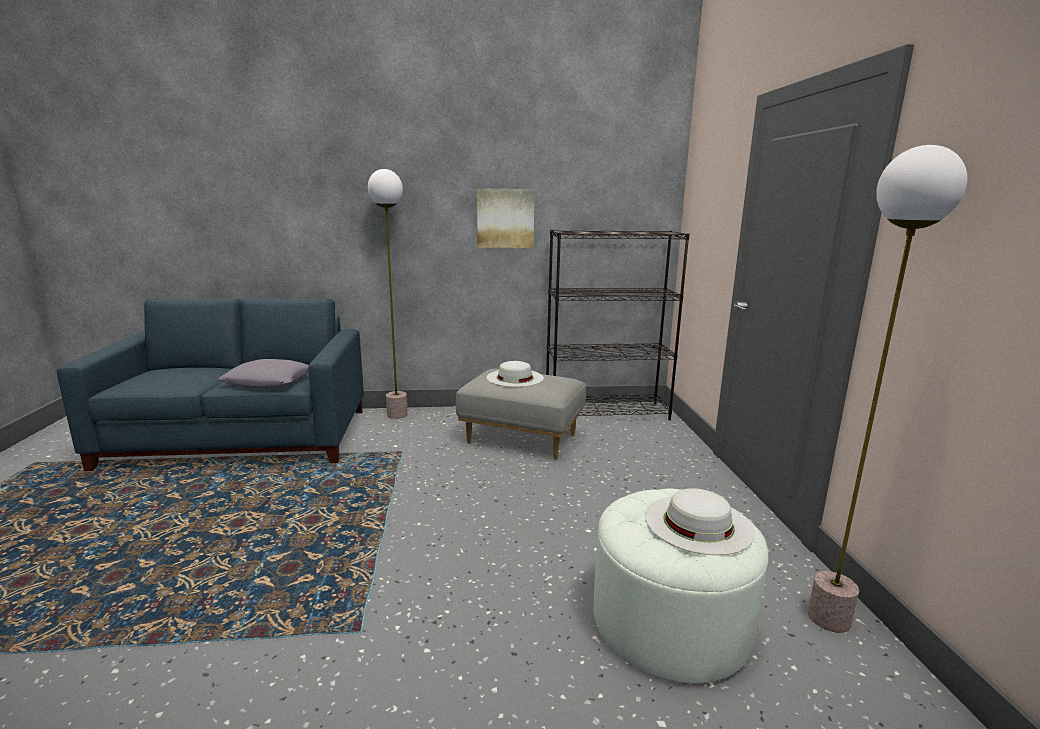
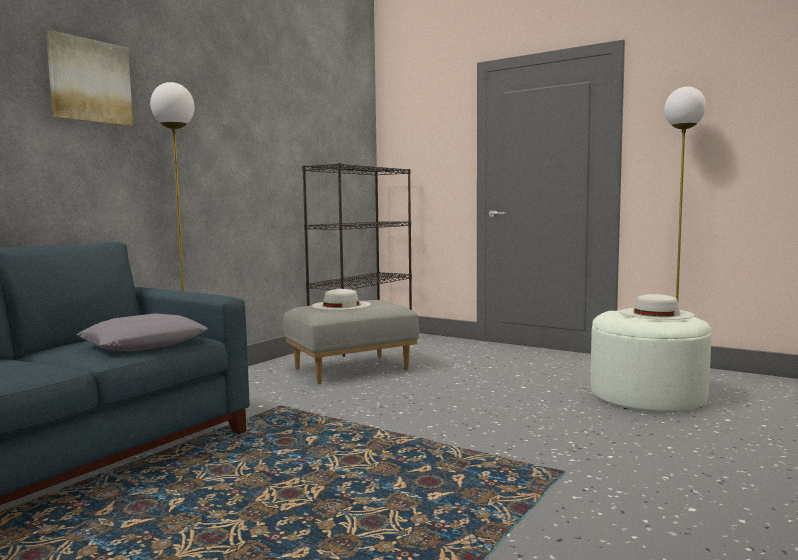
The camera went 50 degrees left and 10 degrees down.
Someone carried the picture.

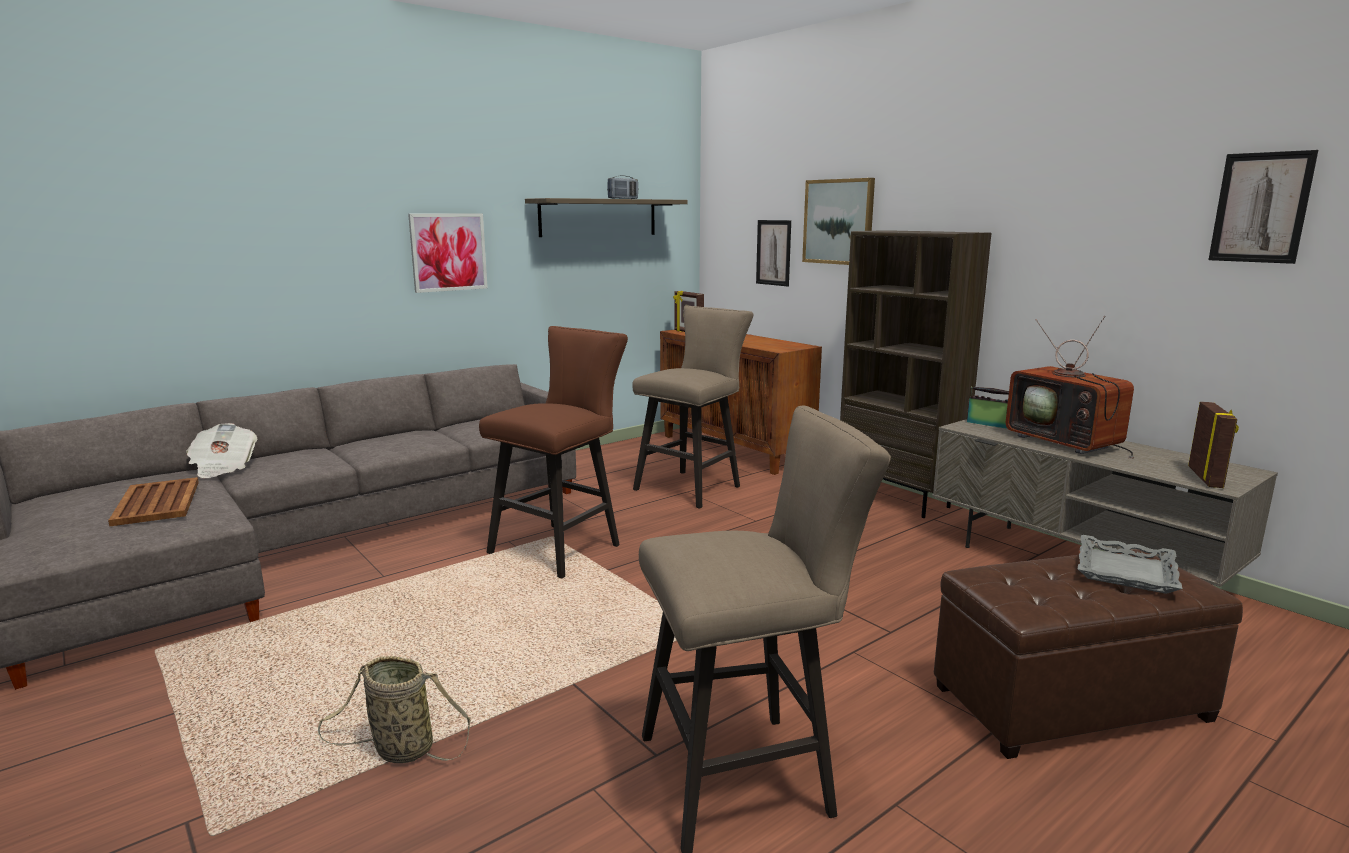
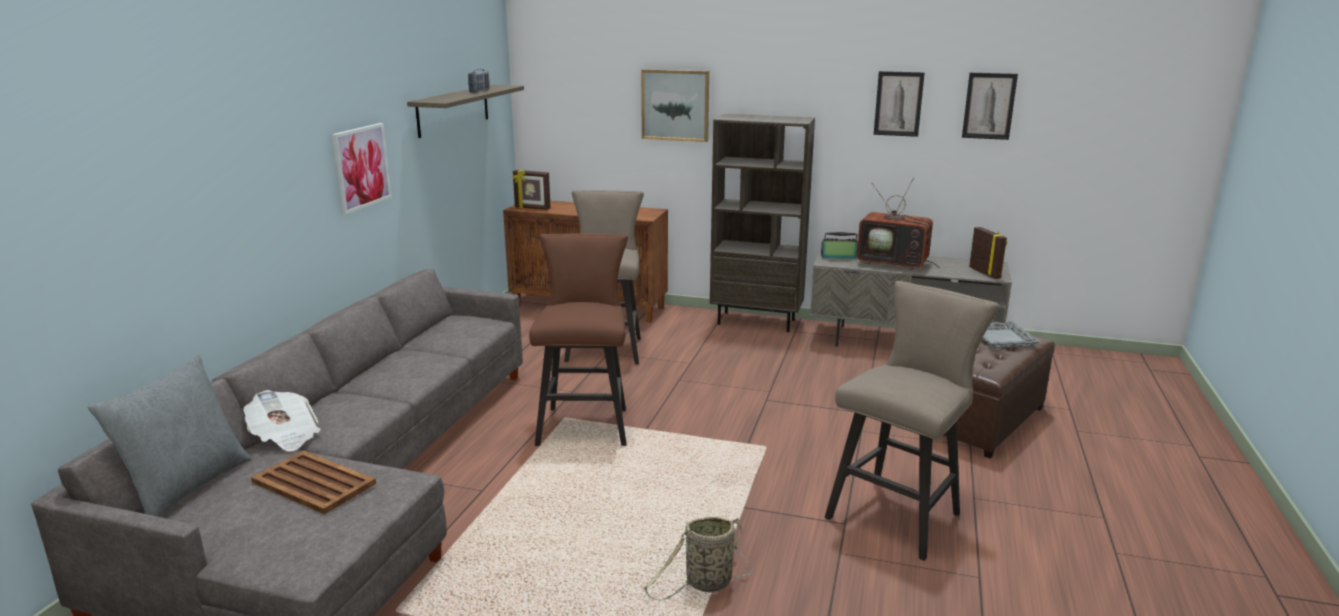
The camera went 35 degrees left and 5 degrees up.
Someone put down the grey_pillow.
Someone carried the picture (no. 2 from left in the first image).

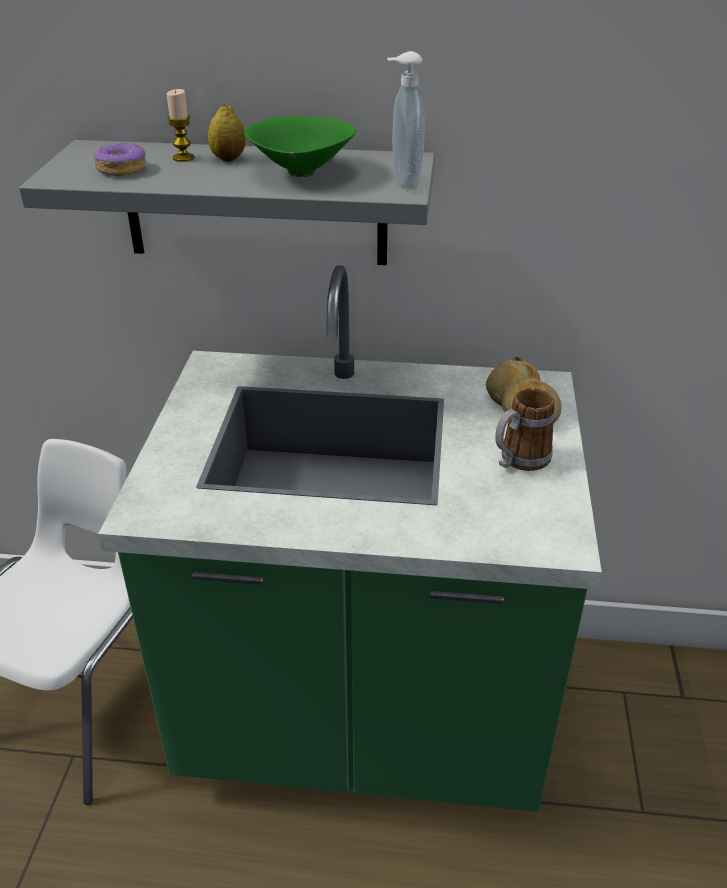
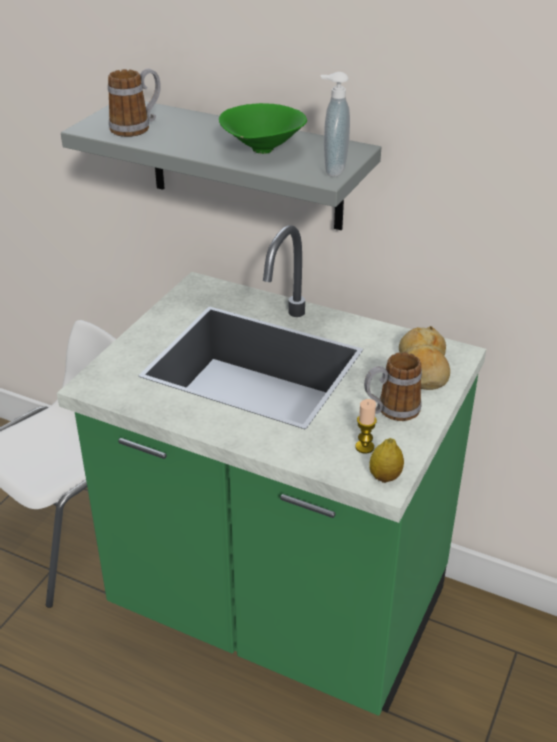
The camera went 20 degrees right and 0 degrees up.
Someone swapped the donut for the mug (no. 1 from left).
Someone carried the candle.
Someone carried the lemon.

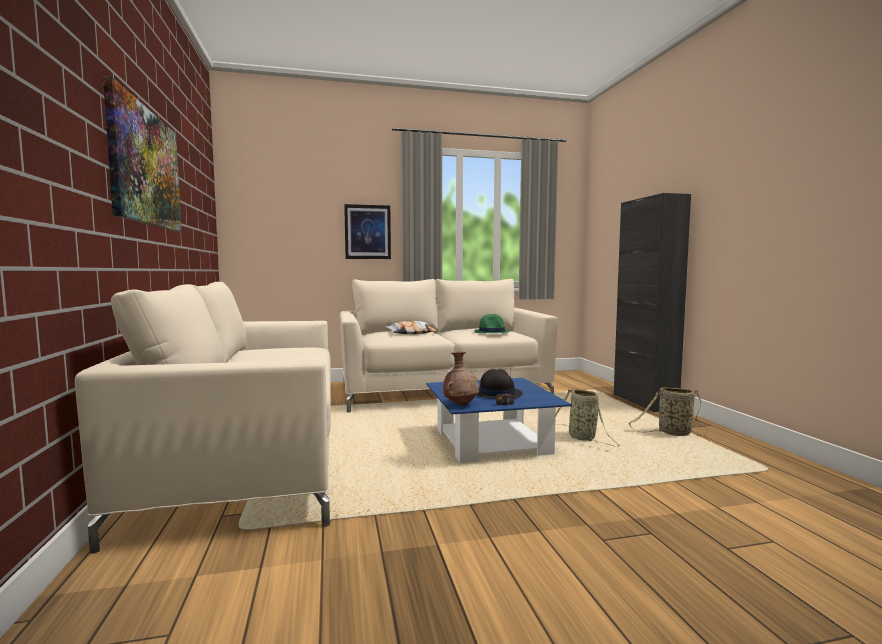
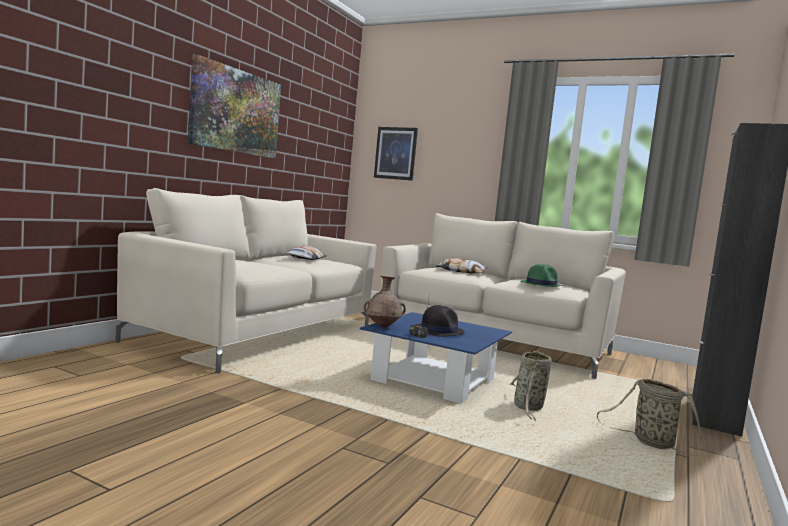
The camera went 40 degrees right and 0 degrees up.
Someone put down the pillow (no. 1 from left).
Someone carried the picture (no. 2 from left).

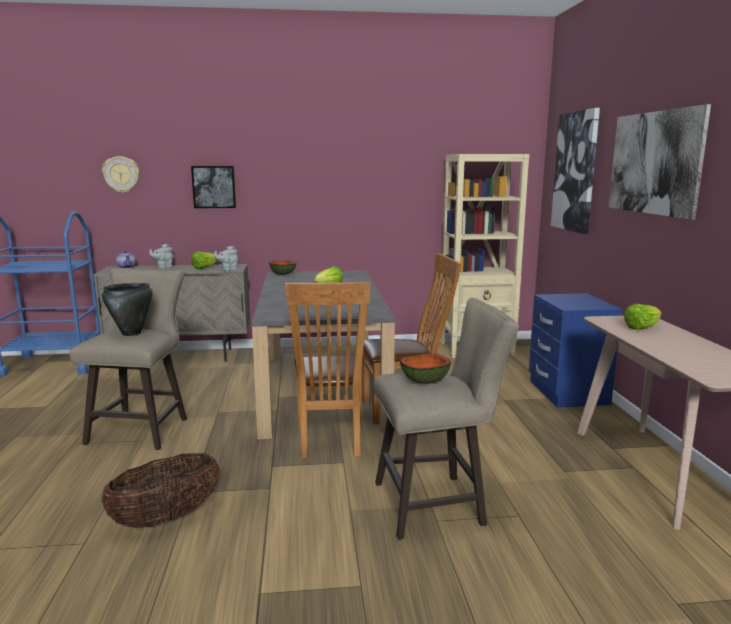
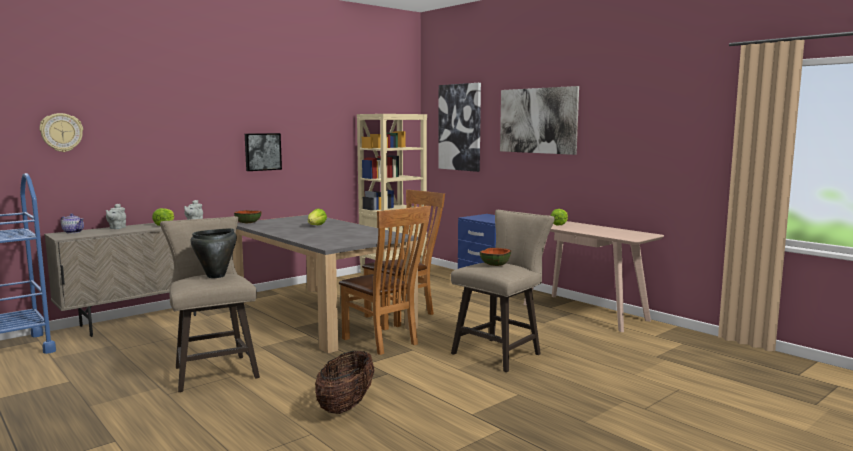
The camera went 35 degrees left and 5 degrees down.
Someone carried the picture (no. 1 from left).

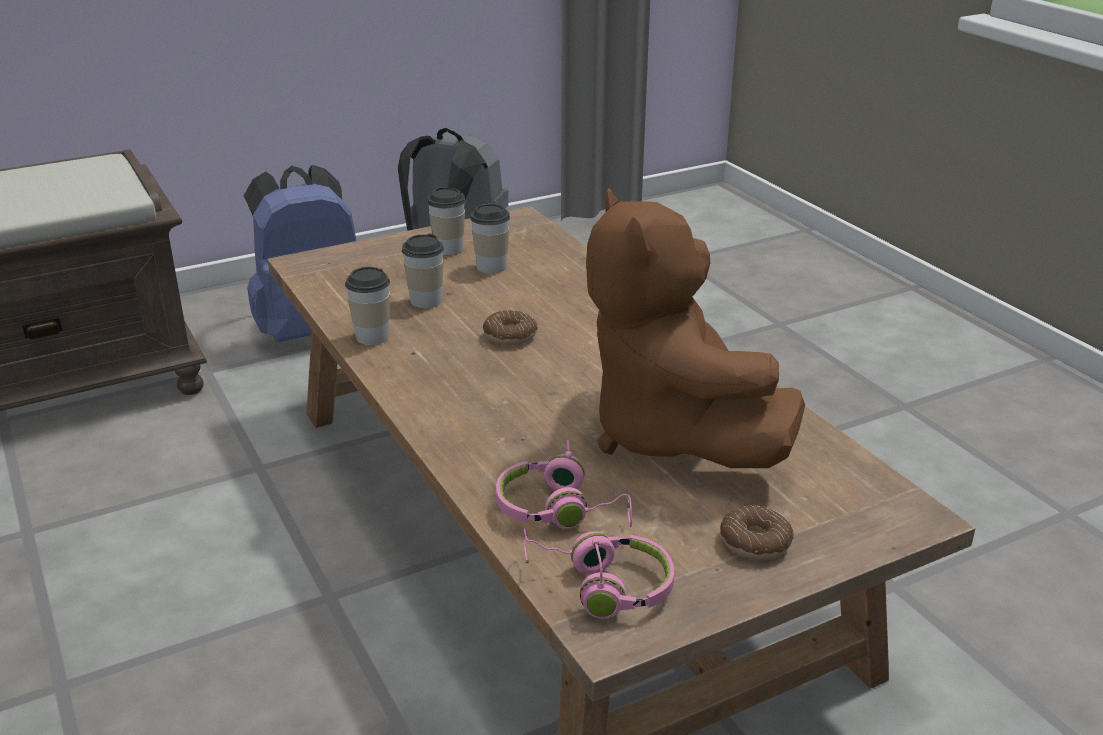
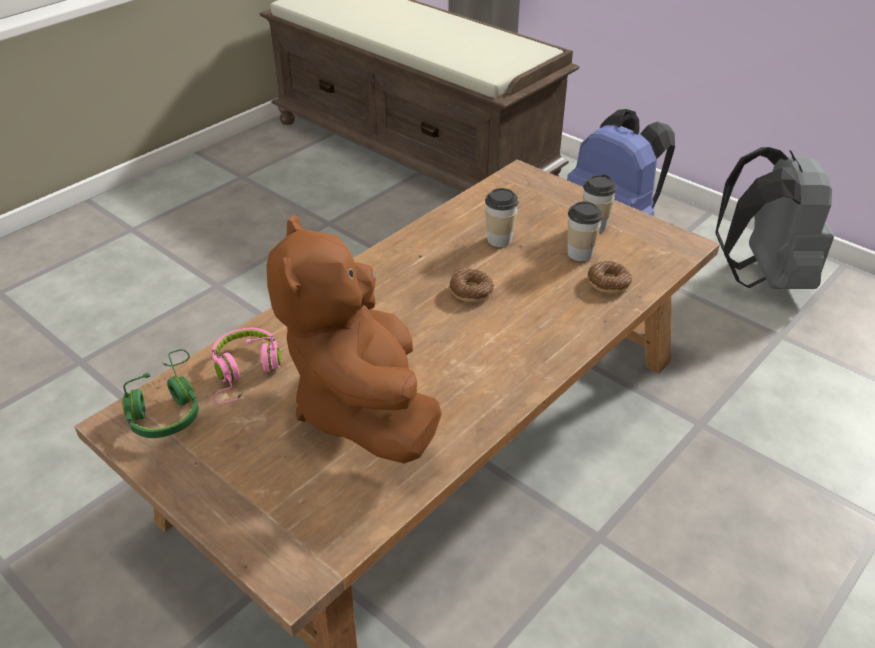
The camera went 70 degrees right and 10 degrees up.
Someone repainted the pink_headphones (no. 2 from left), which became the green_headphones.
Someone rotated the brown_plush_toy by 60 degrees counterclockwise.
Someone carried the donut (no. 2 from left).
Someone took away the cup (no. 1 from left).

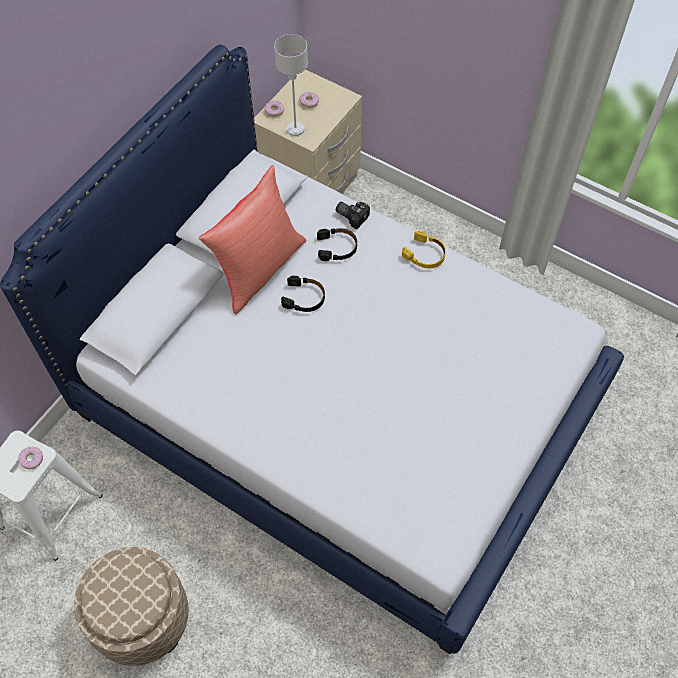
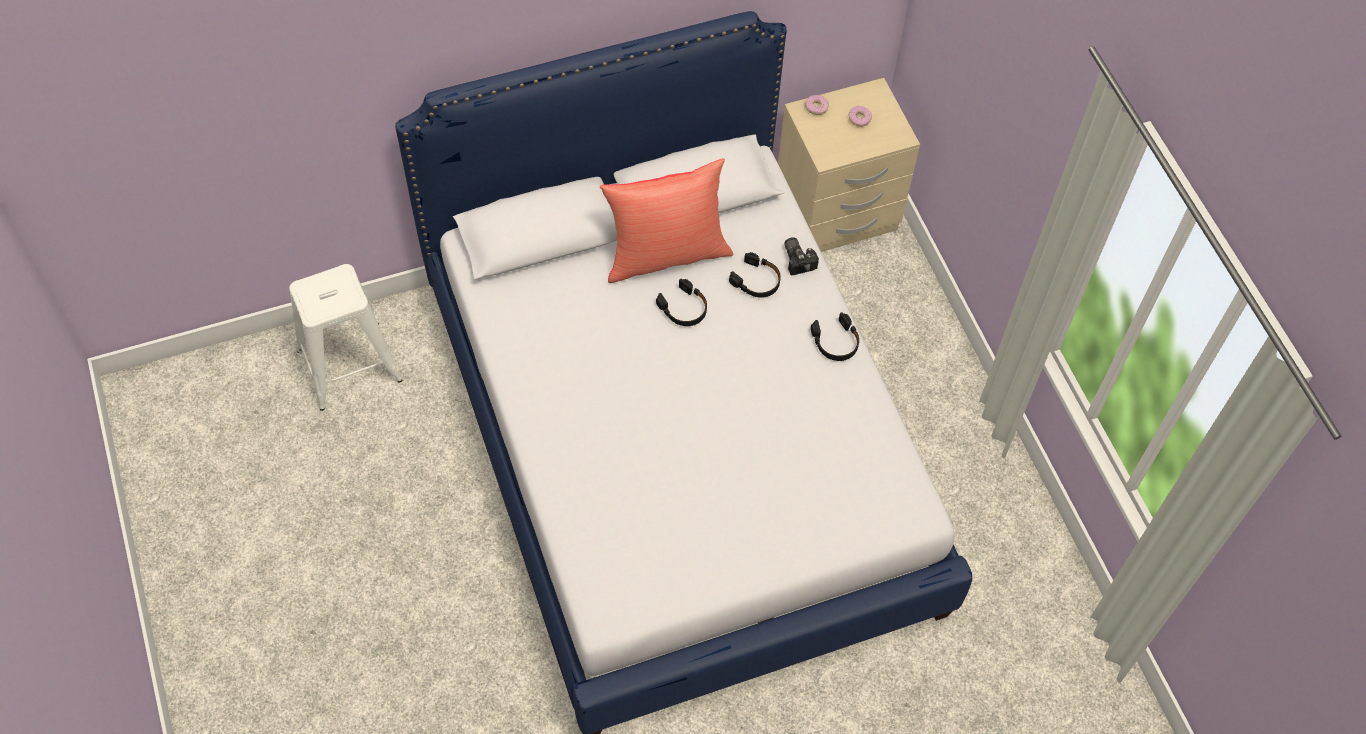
The camera went 35 degrees right and 0 degrees up.
Someone repainted the yellow_headphones, which became the black_headphones (no. 3 from left).
Someone took away the donut (no. 1 from left).
Someone took away the beige_ottoman.
Someone took away the grey_table_lamp.

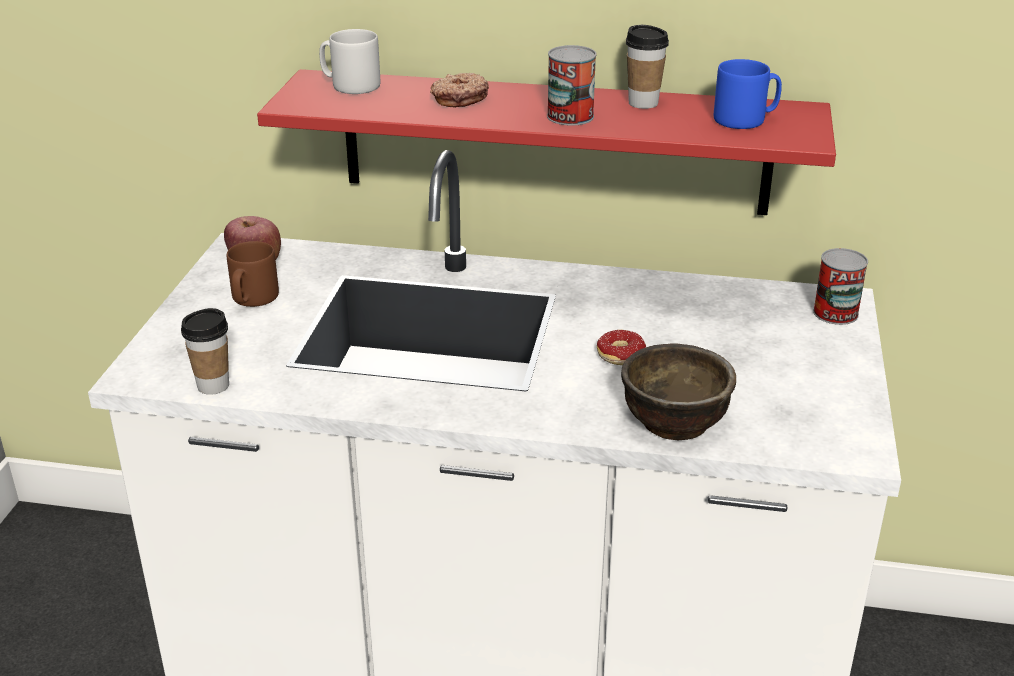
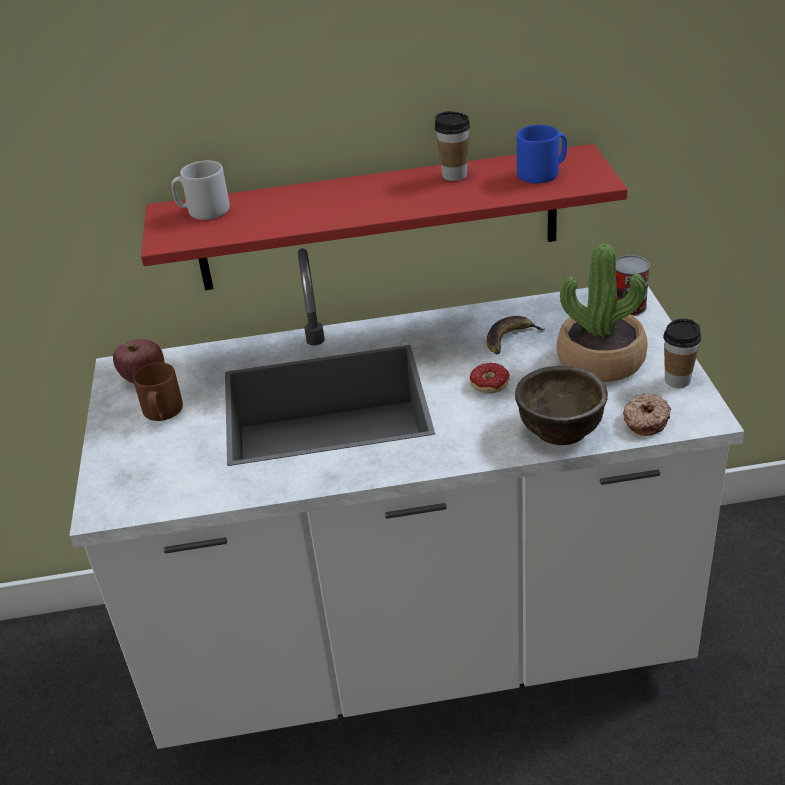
The camera went 15 degrees left and 5 degrees up.
Someone put down the banana.
Someone put down the potted_plant.
Someone carried the donut (no. 1 from left in the first image).
Someone carried the cup (no. 1 from left in the first image).
Someone took away the can (no. 1 from left).

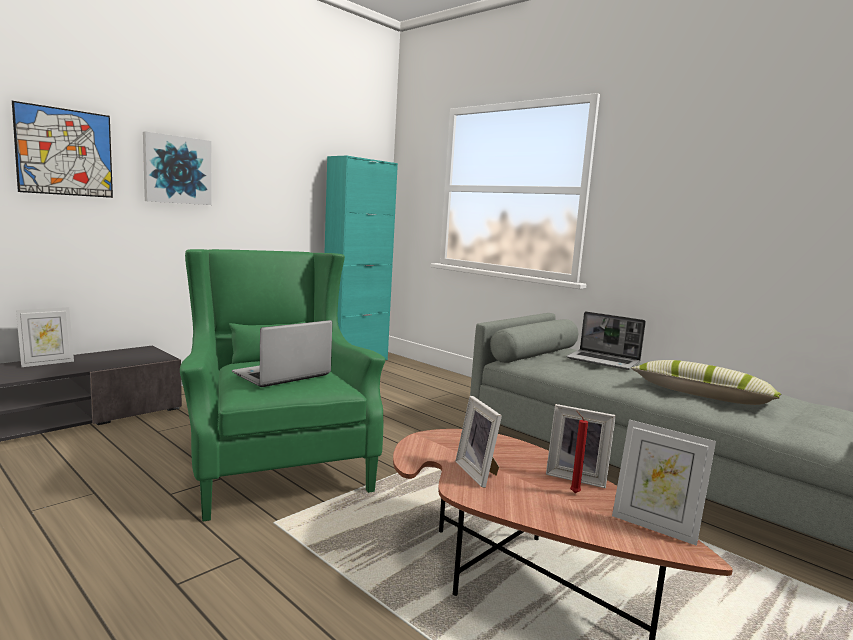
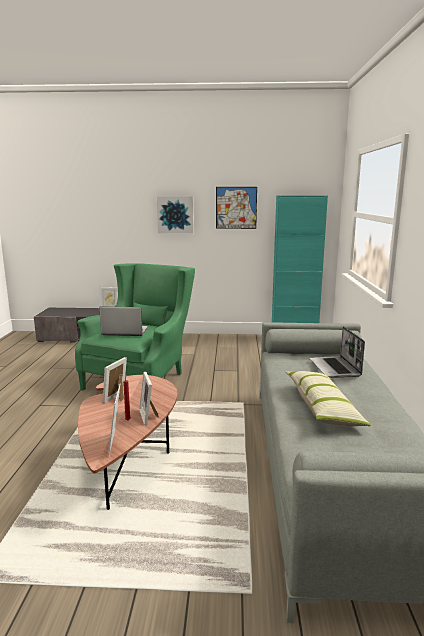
The camera went 50 degrees right and 5 degrees up.
Someone carried the picture (no. 1 from left in the first image).

